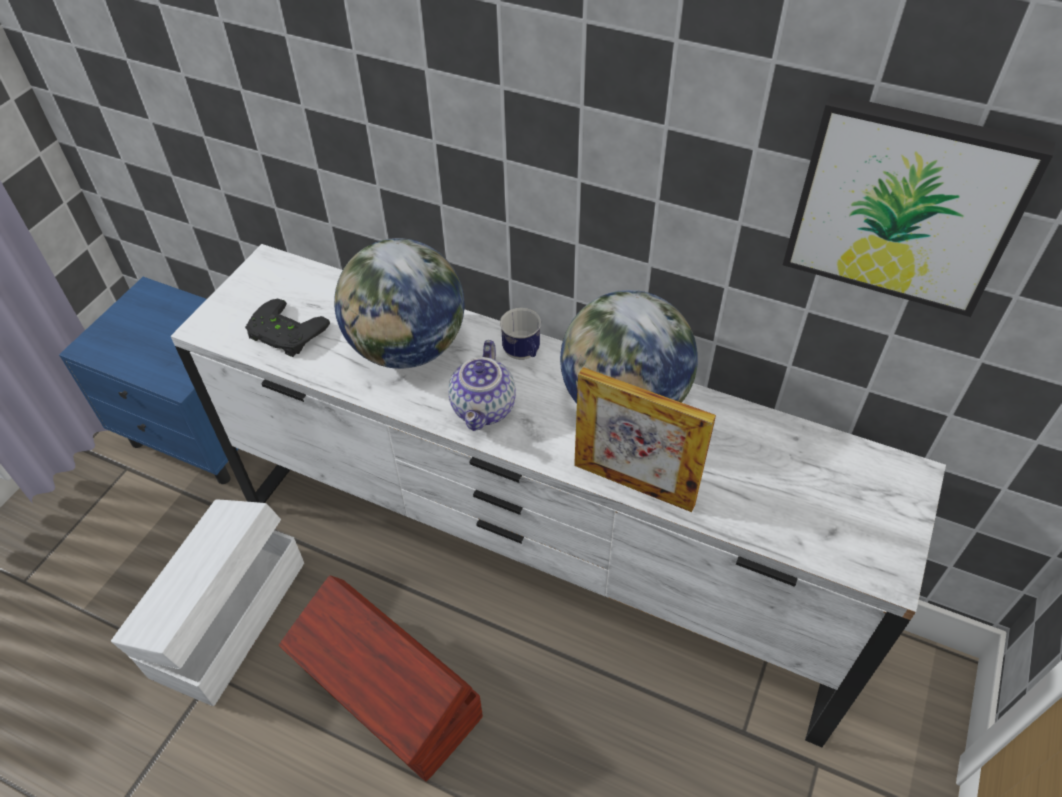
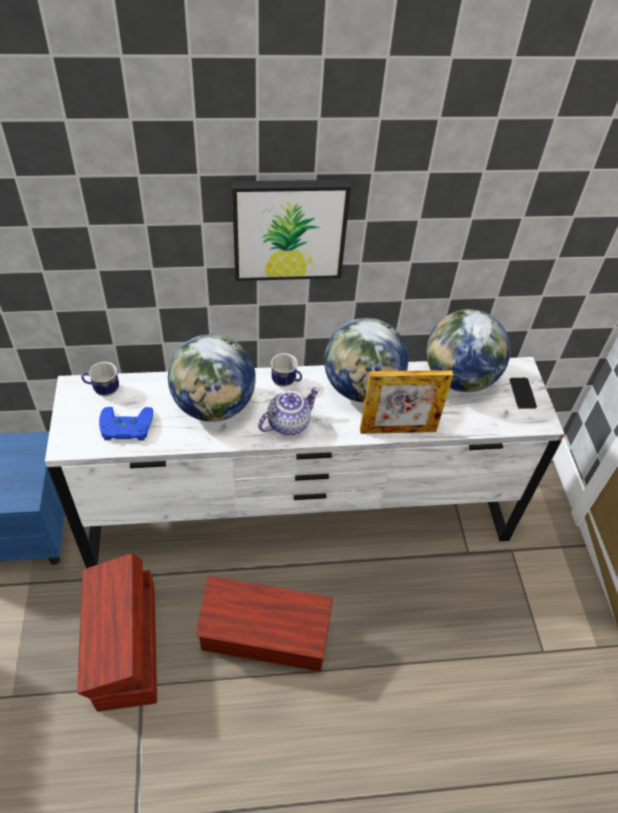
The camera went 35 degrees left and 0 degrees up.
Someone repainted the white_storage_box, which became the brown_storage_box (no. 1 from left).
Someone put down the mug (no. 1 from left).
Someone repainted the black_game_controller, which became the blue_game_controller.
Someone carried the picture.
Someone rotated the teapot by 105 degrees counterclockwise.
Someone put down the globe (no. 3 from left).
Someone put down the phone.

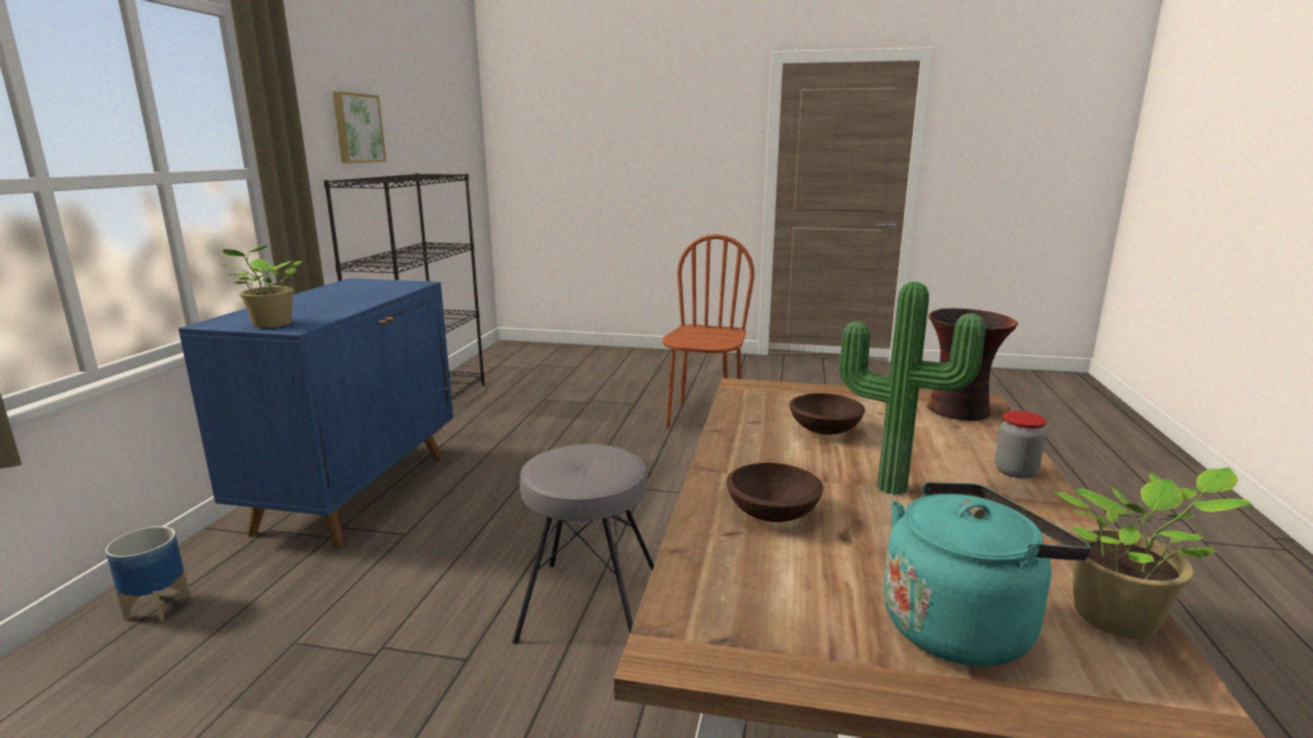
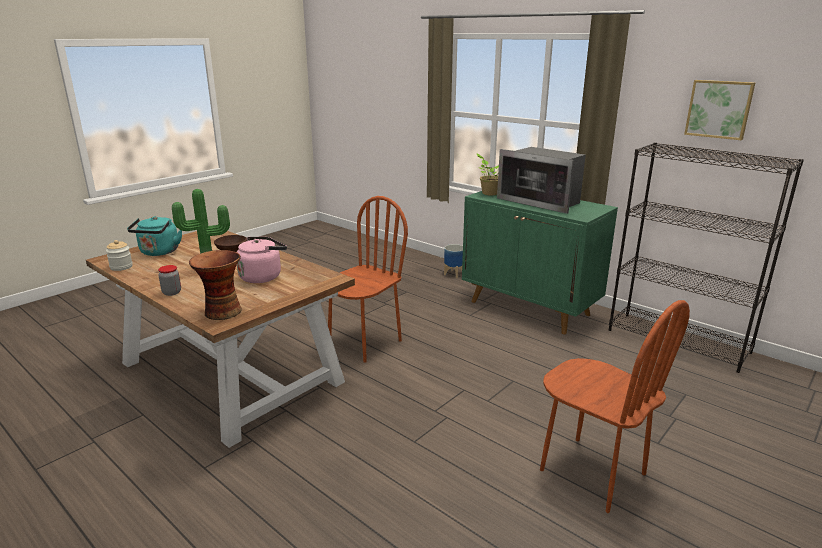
The camera went 120 degrees right and 5 degrees up.
Someone swapped the potted_plant (no. 3 from left) for the jar (no. 1 from left).
Someone swapped the brown_bowl (no. 2 from left) for the pink_kettle.
Someone swapped the grey_stool for the brown_chair (no. 1 from left).
Someone repainted the blue_cabinet, which became the green_cabinet.
Someone put down the microwave.

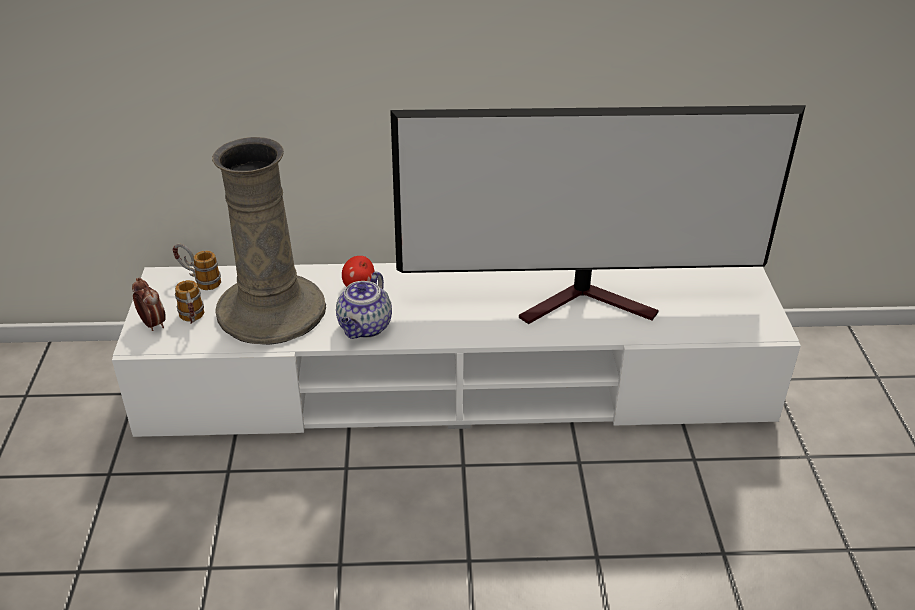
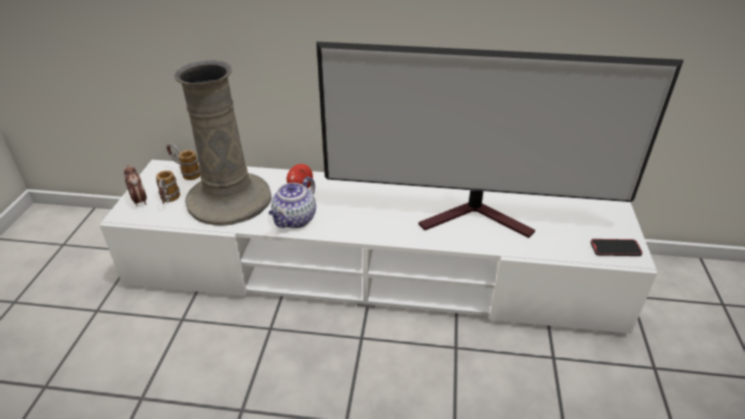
The camera went 10 degrees right and 0 degrees up.
Someone put down the phone.

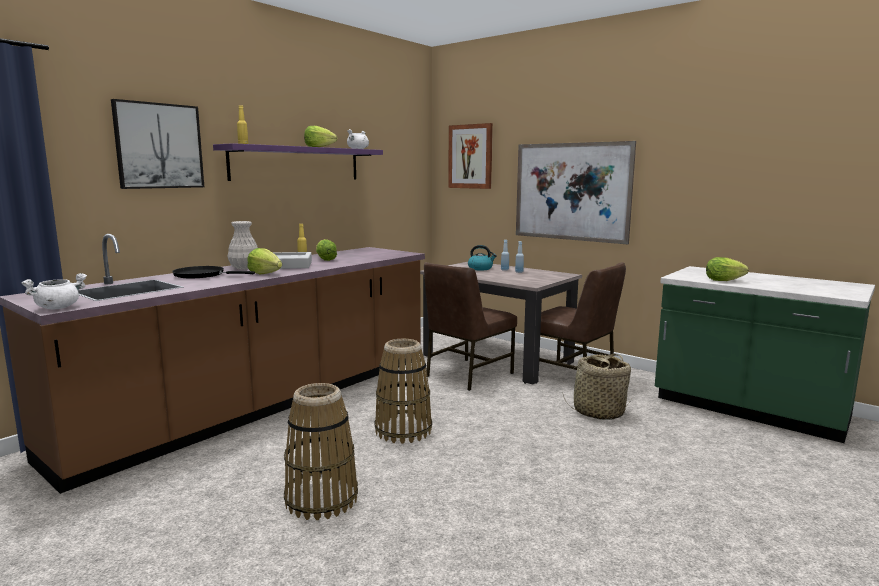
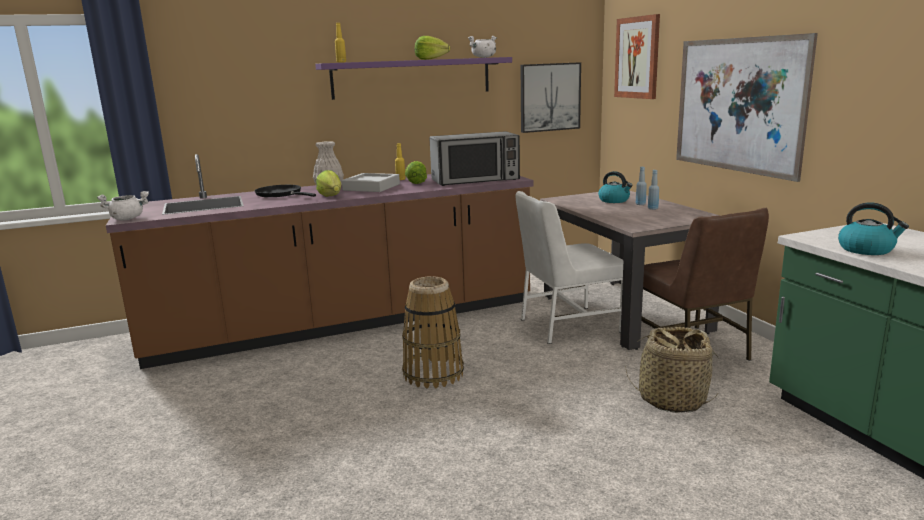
The camera went 30 degrees right and 5 degrees up.
Someone put down the microwave.
Someone repainted the brown_chair (no. 1 from left), which became the white_chair.
Someone carried the picture (no. 1 from left).
Someone swapped the lettuce (no. 4 from left) for the kettle (no. 2 from left).
Someone took away the basket (no. 1 from left).

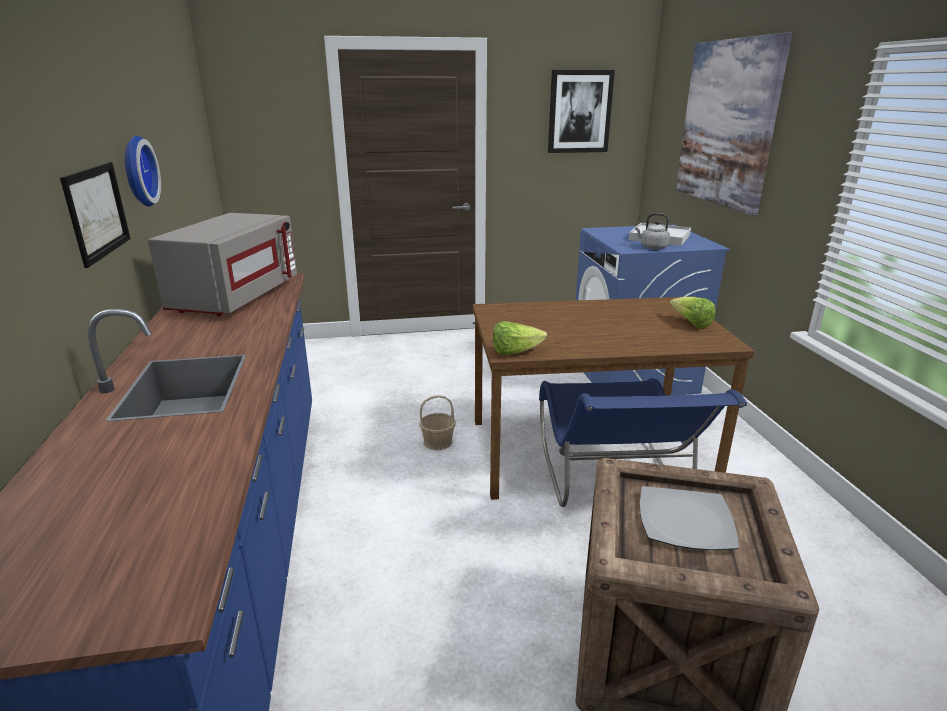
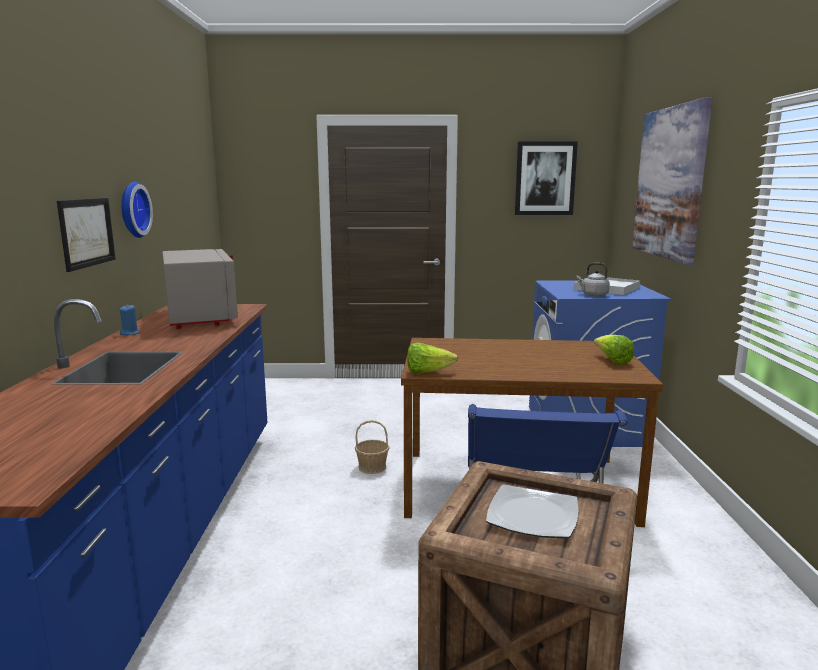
The camera went 10 degrees right and 10 degrees down.
Someone put down the blue_candle.
Someone rotated the grey_microwave by 45 degrees counterclockwise.

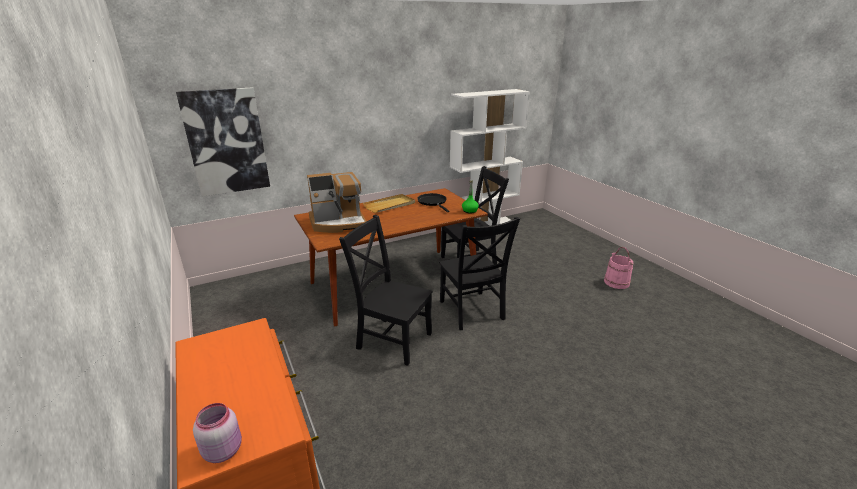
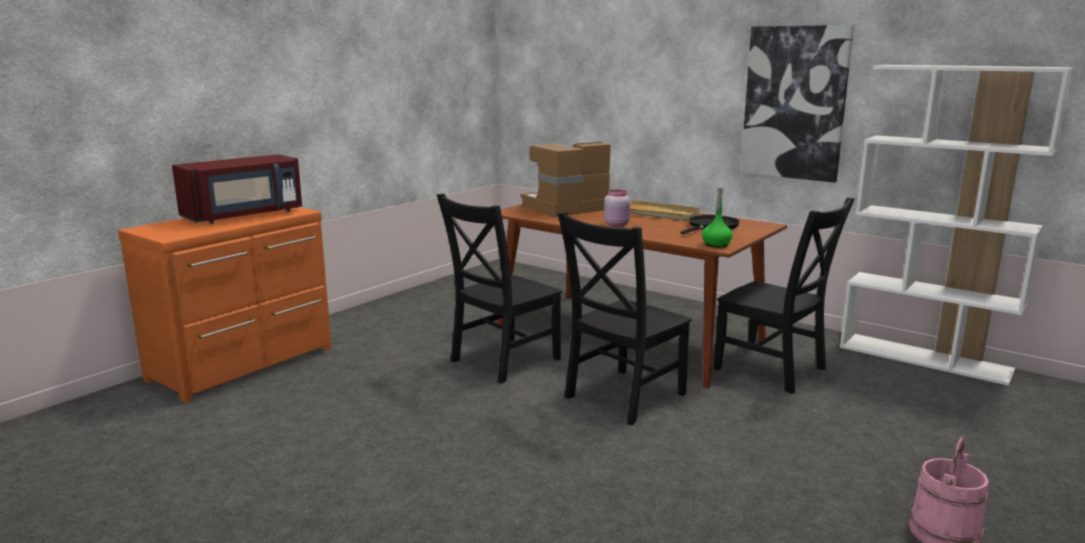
The camera went 65 degrees right and 10 degrees down.
Someone put down the red_microwave.
Someone rotated the black_chair (no. 1 from left) by 135 degrees counterclockwise.
Someone rotated the coffee_machine by 105 degrees clockwise.
Someone carried the pink_jar.
Someone carried the picture.

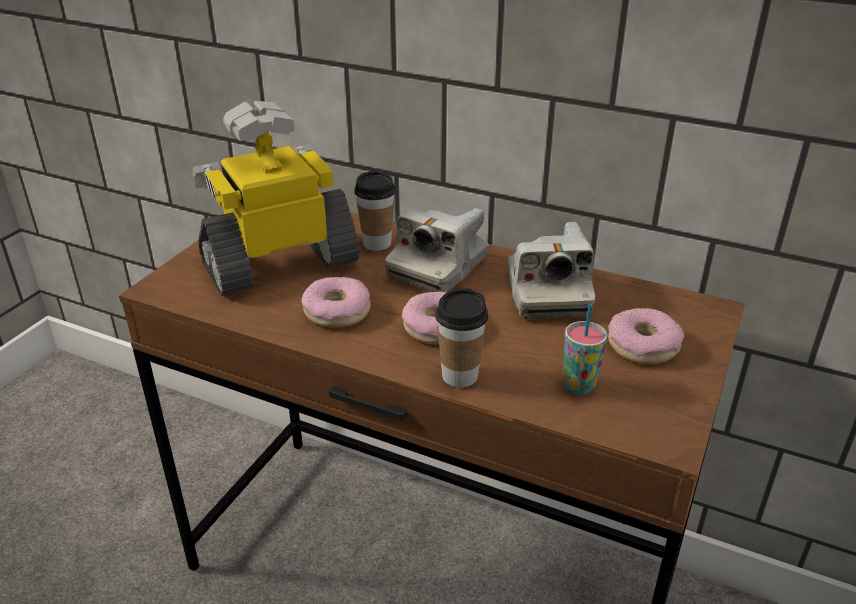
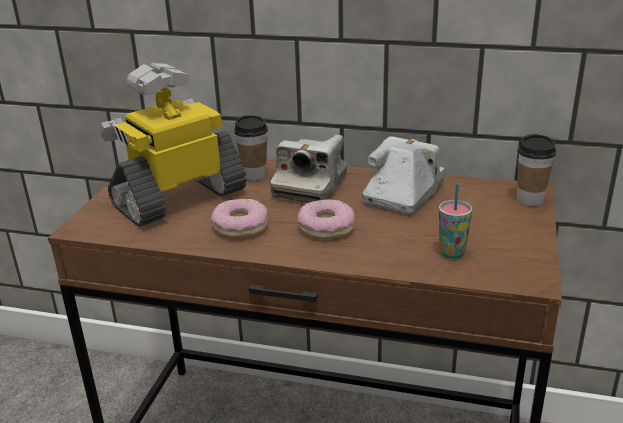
The camera went 10 degrees left and 5 degrees down.
Someone rotated the photo_camera (no. 2 from left) by 135 degrees counterclockwise.
Someone carried the cup (no. 2 from left in the first image).
Someone took away the donut (no. 3 from left).

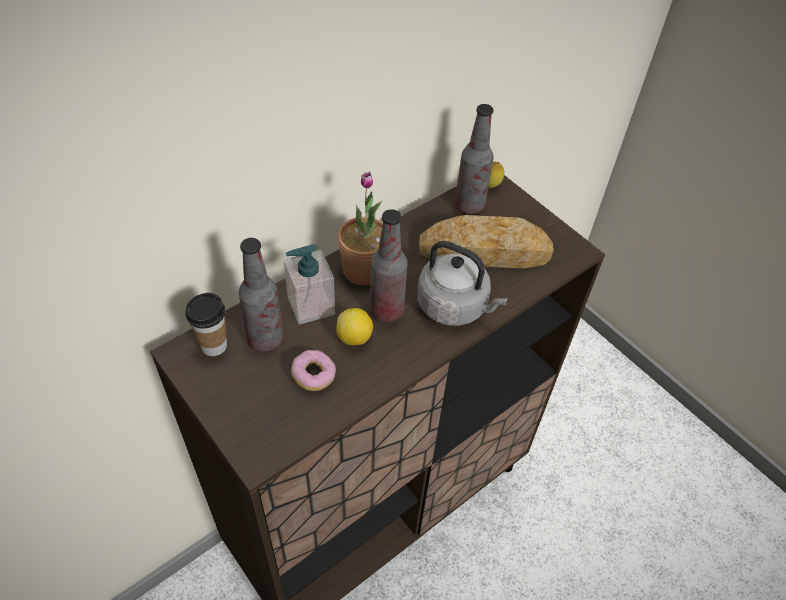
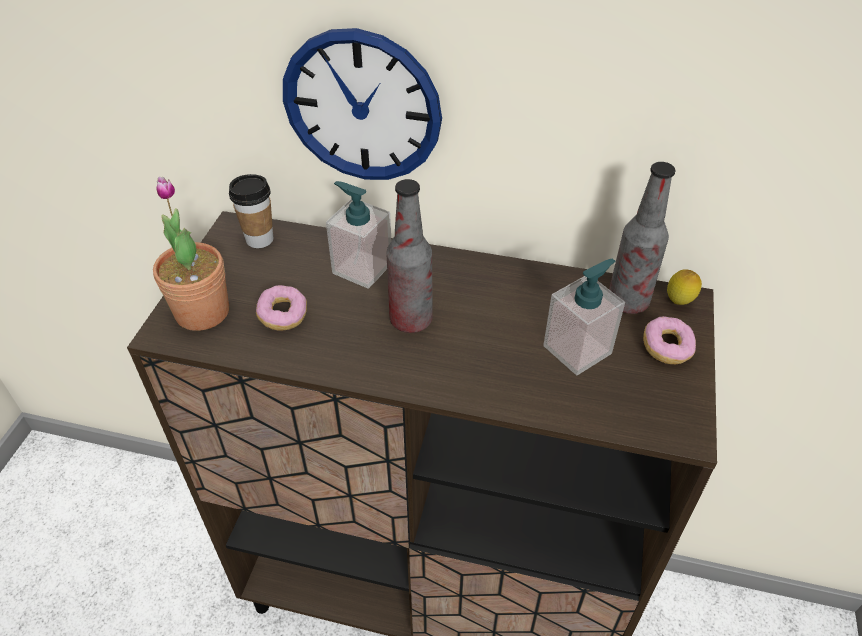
The camera went 55 degrees right and 5 degrees down.
Someone carried the potted_plant.
Someone put up the wall_clock.
Someone swapped the bread for the soap_dispenser (no. 2 from left).
Someone put down the donut (no. 2 from left).
Someone took away the bottle (no. 1 from left).
Someone took away the lemon (no. 1 from left).
Someone took away the grey_kettle.

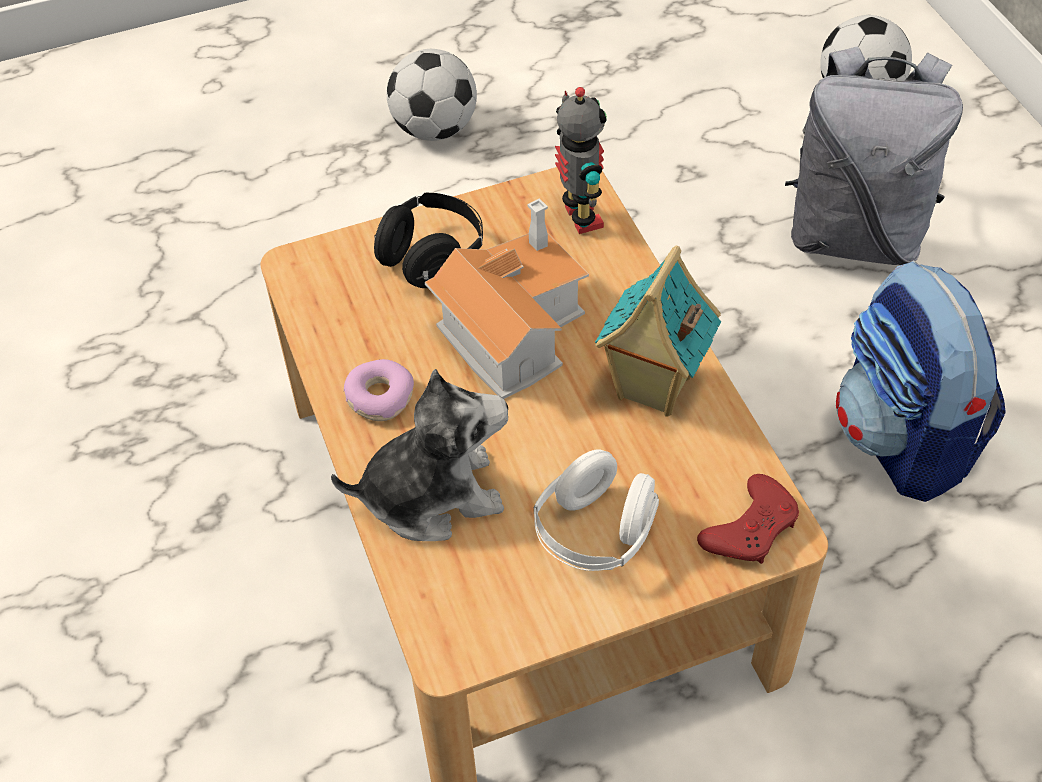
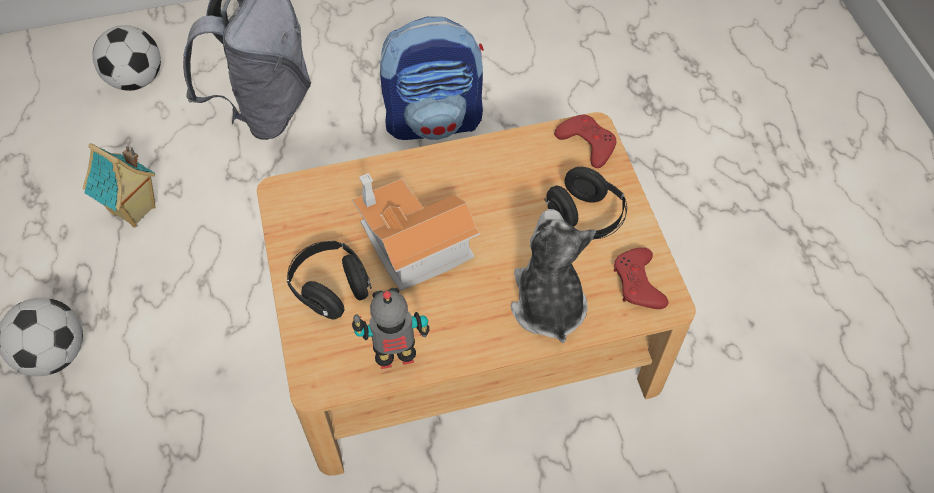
The camera went 85 degrees left and 5 degrees up.
Someone carried the toy_house (no. 2 from left in the first image).
Someone carried the toy_robot.
Someone repainted the white_headphones, which became the black_headphones (no. 2 from left).
Someone put down the red_game_controller (no. 2 from left).
Someone took away the donut.

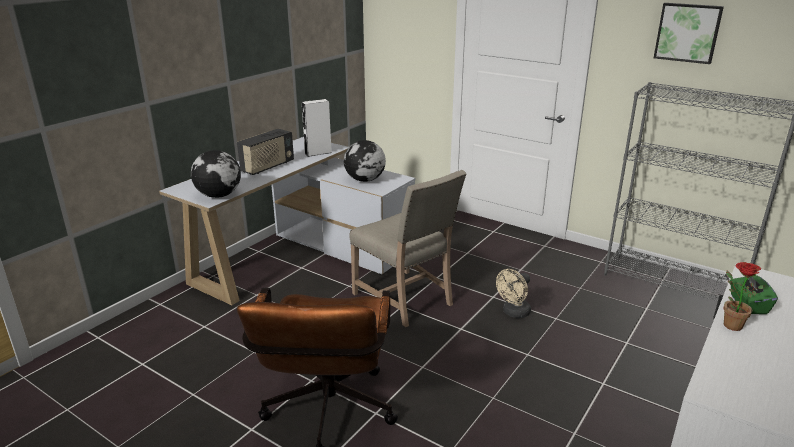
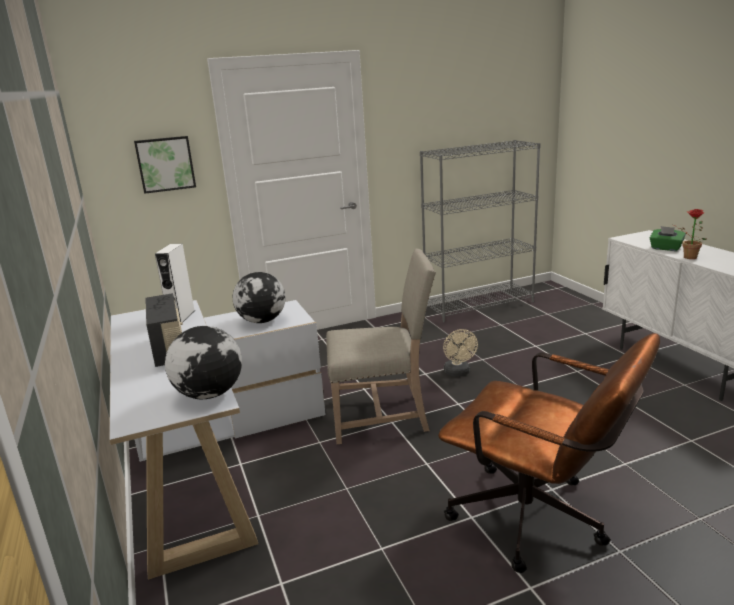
The camera went 55 degrees left and 5 degrees down.
Someone carried the picture.

